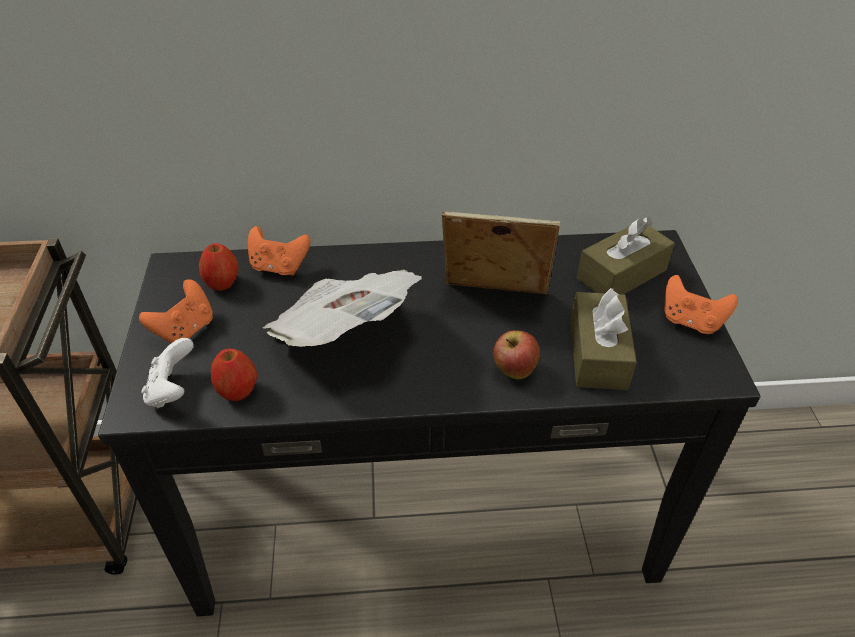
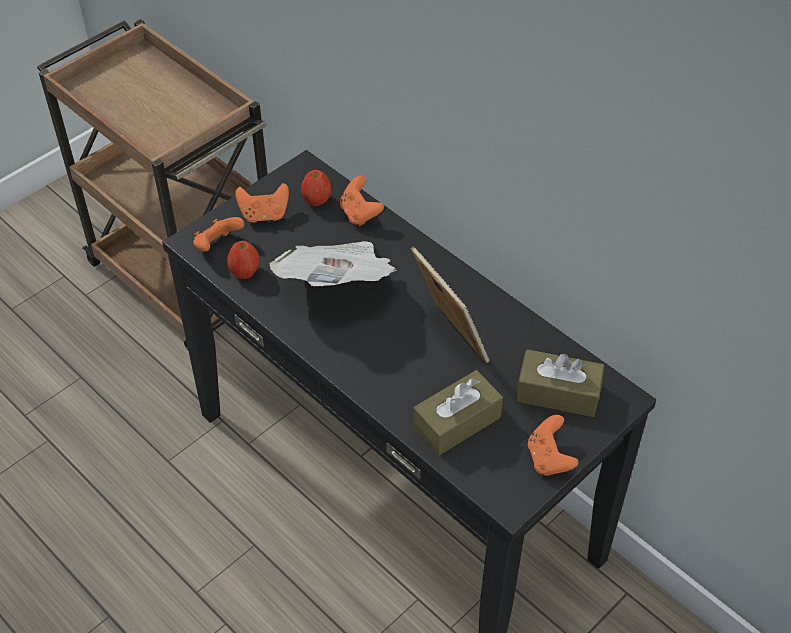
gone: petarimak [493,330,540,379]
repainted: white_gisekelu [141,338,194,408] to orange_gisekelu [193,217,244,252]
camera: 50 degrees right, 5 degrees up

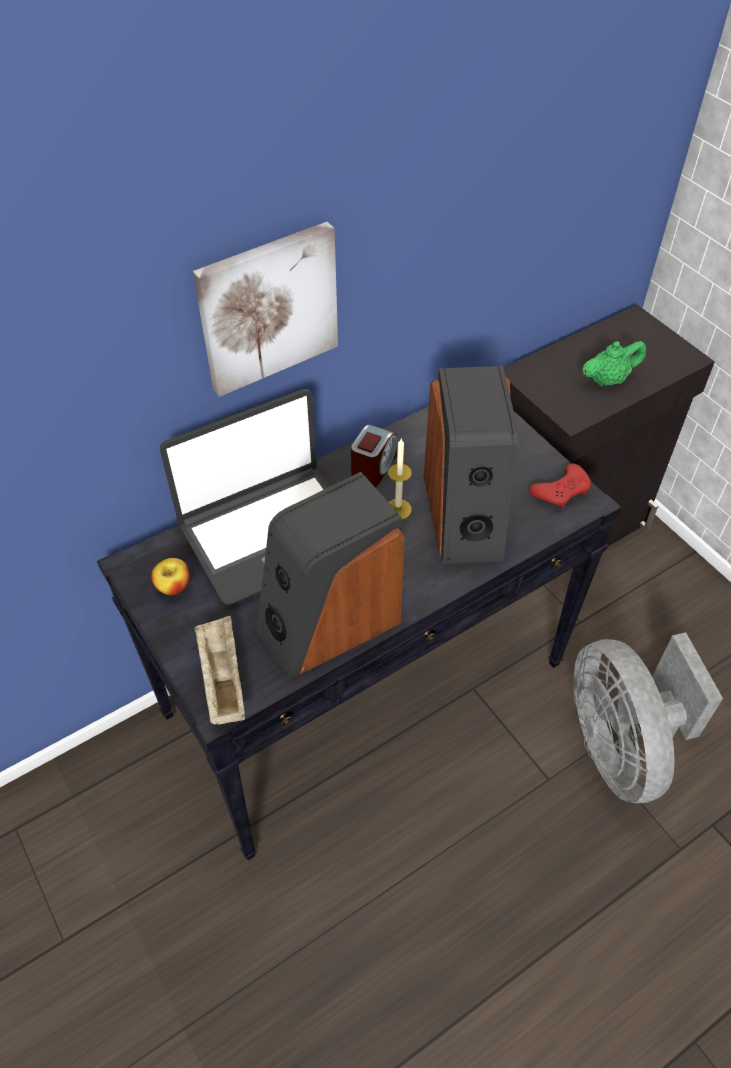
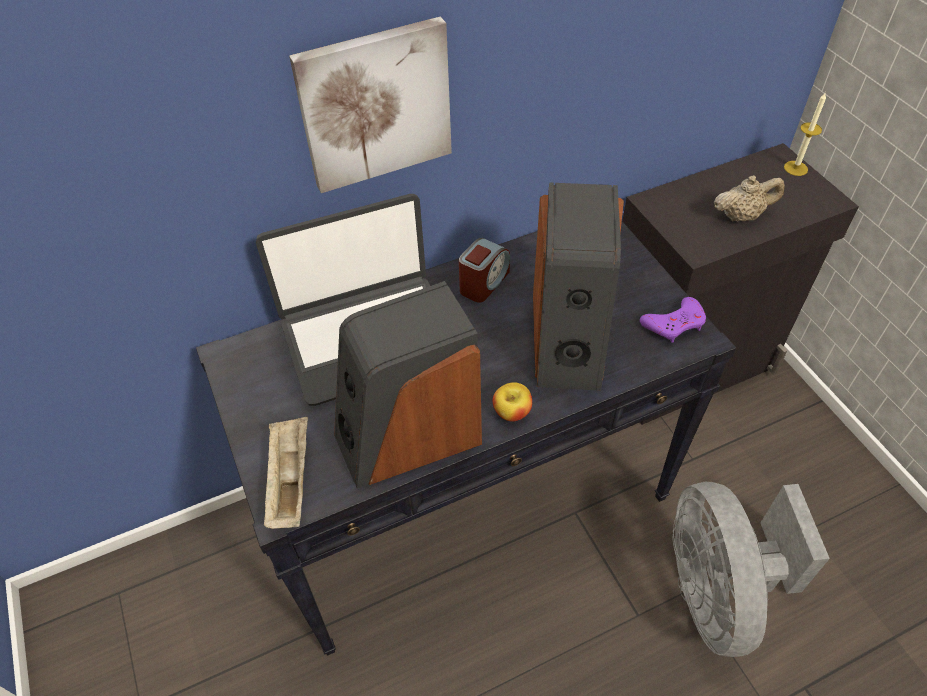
shifted: petarimak [151,558,190,595] to [493,382,532,422]; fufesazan [388,439,412,519] to [784,92,826,176]
repainted: red_gisekelu [529,463,591,509] to purple_gisekelu [640,297,706,342]; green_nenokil [582,341,646,386] to beige_nenokil [714,175,785,221]
camera: 10 degrees right, 0 degrees up

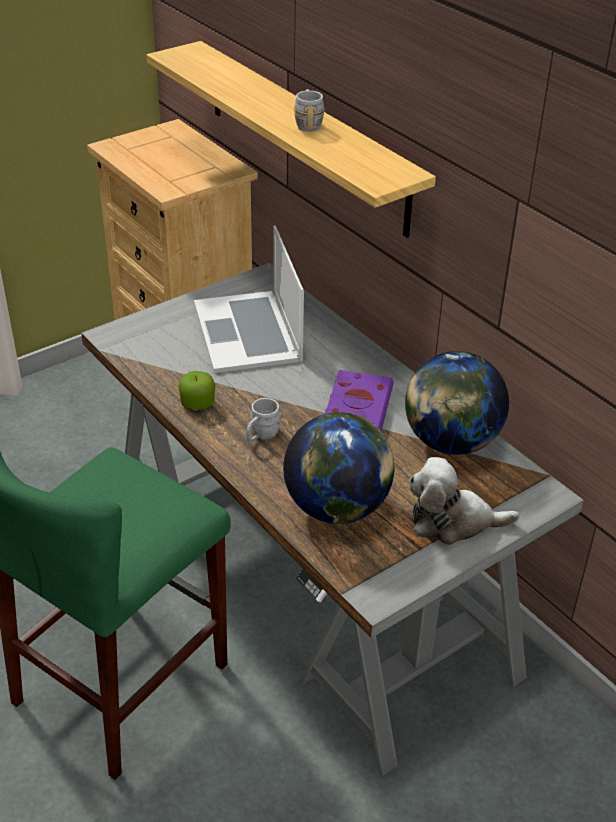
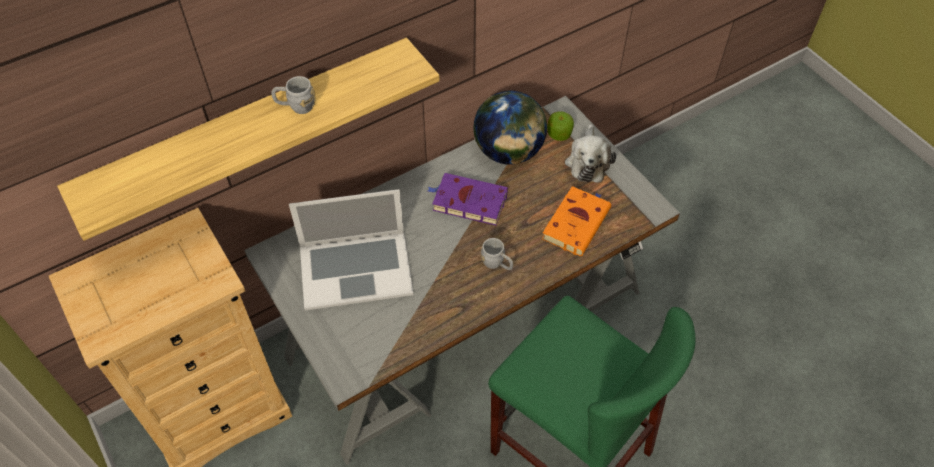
shifted: petarimak [179,371,215,410] to [547,111,574,141]
swapped: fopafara [283,412,394,524] to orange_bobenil [542,186,611,256]
camera: 85 degrees left, 15 degrees up

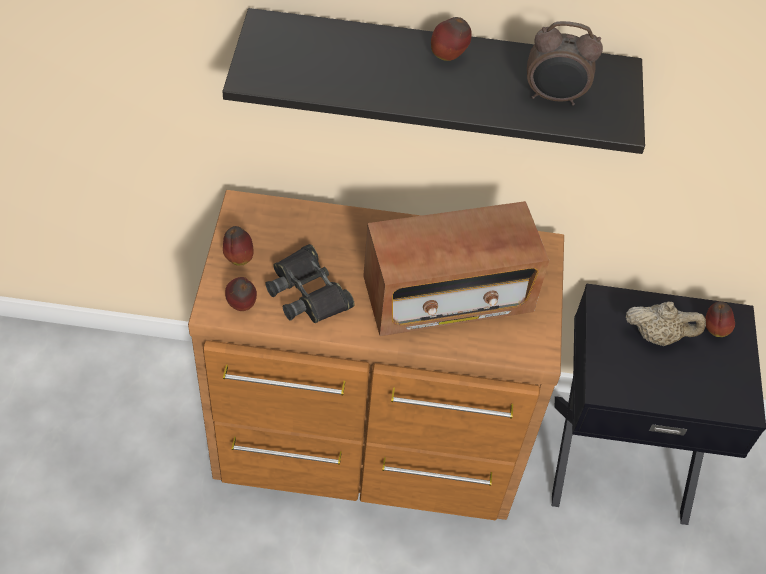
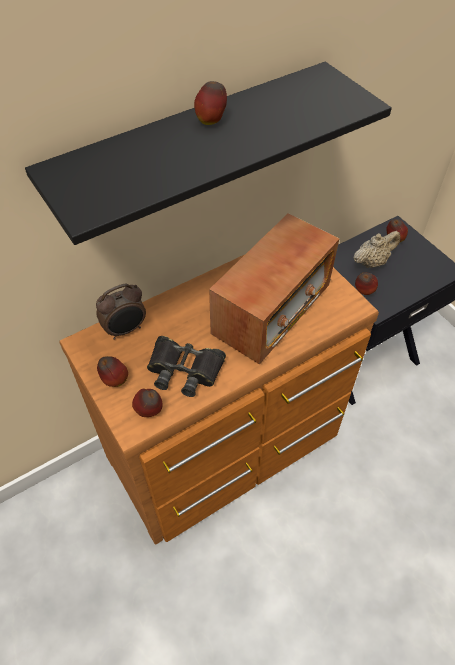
new: petarimak [355,272,378,295]
shifted: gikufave [527,21,603,106] to [96,284,146,340]
camera: 35 degrees left, 0 degrees up

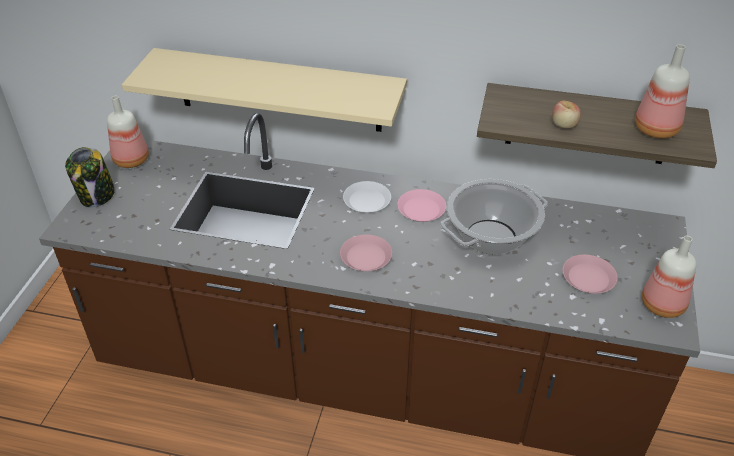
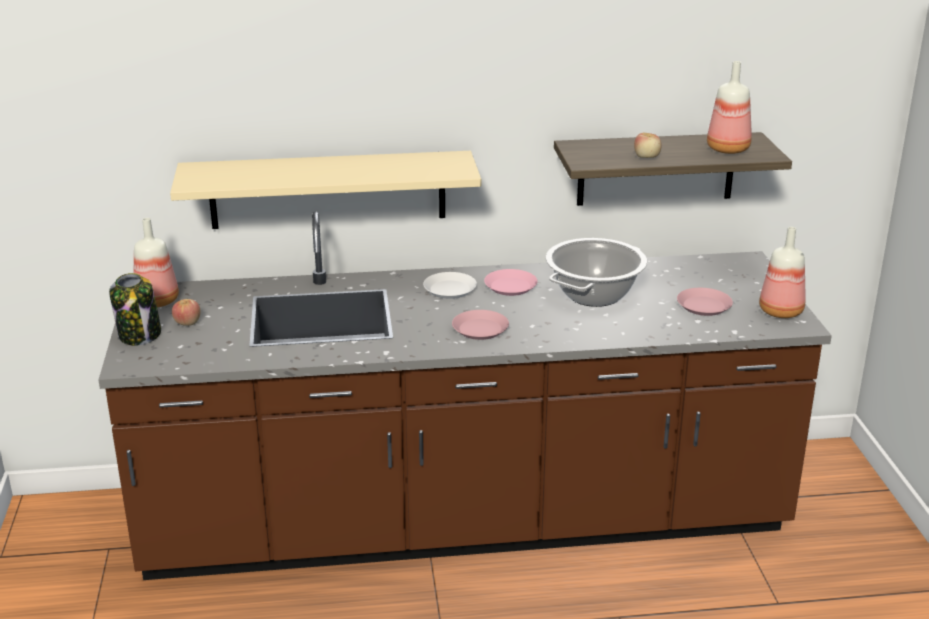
new: petarimak [172,299,201,326]
camera: 20 degrees left, 15 degrees down

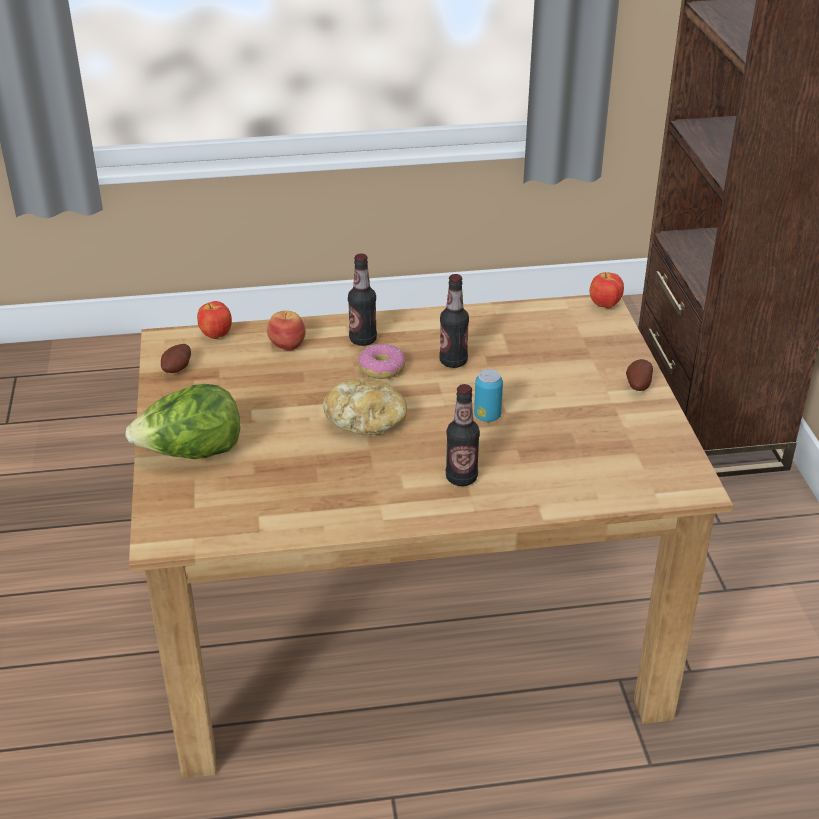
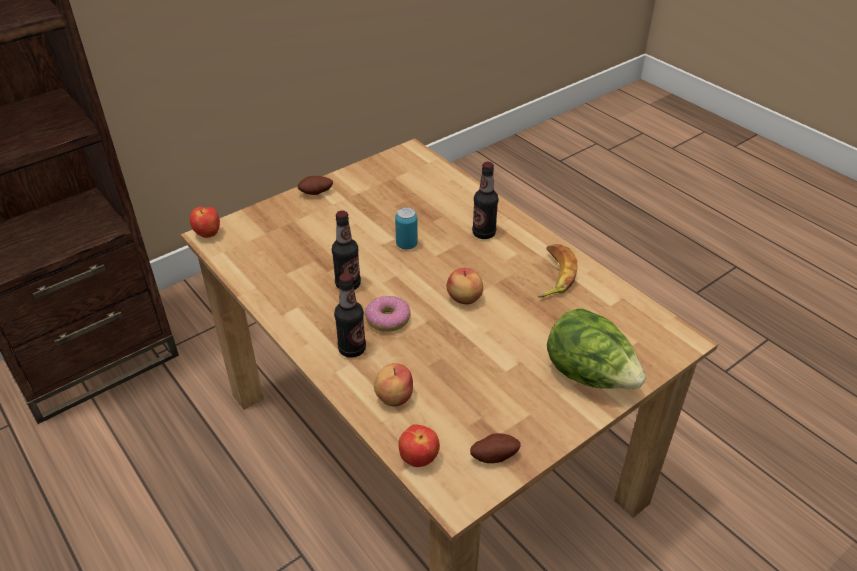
new: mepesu [538,244,578,298]
swapped: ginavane [323,378,407,435] to petarimak [447,268,483,304]
camera: 120 degrees left, 5 degrees up

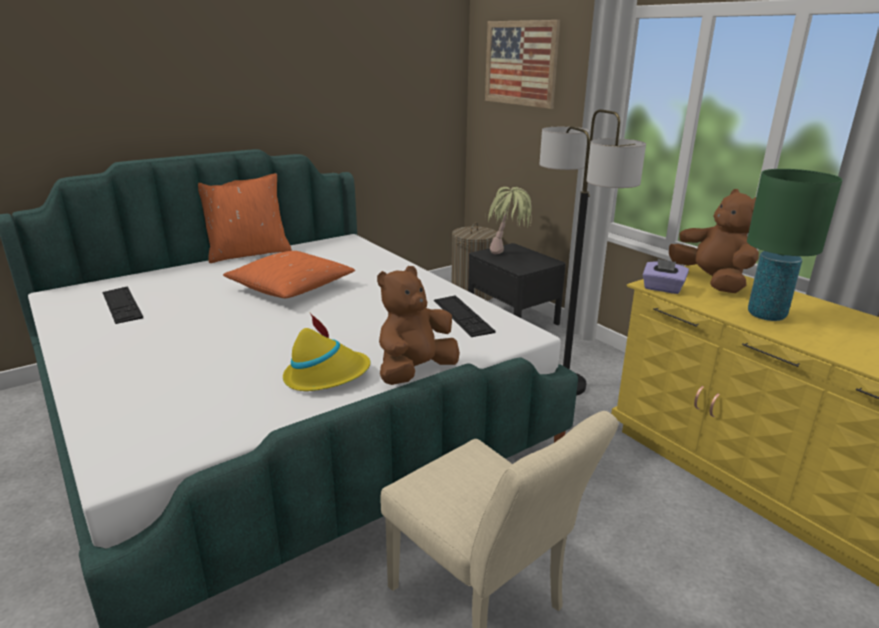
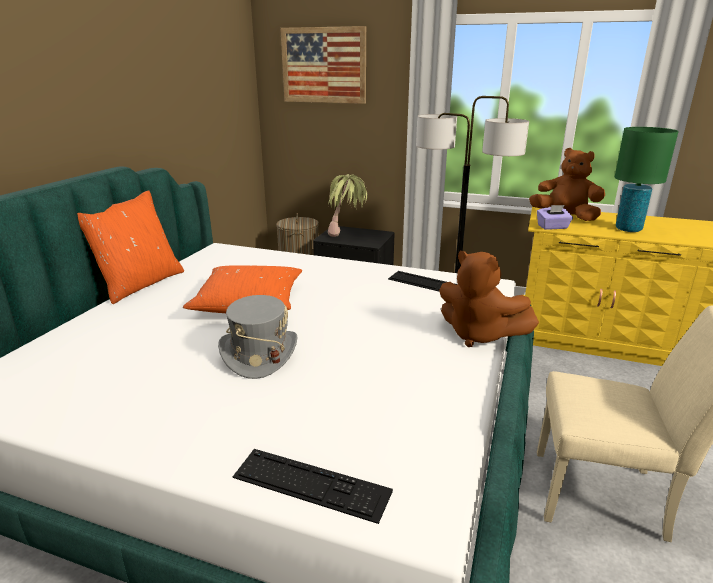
gone: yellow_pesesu [283,313,370,391]
new: grey_pesesu [218,295,297,379]
shifted: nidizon [102,286,143,324] to [233,449,393,524]
rotated: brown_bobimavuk [377,266,460,385] = [439,250,539,347] 60 degrees counterclockwise
camera: 35 degrees left, 0 degrees up

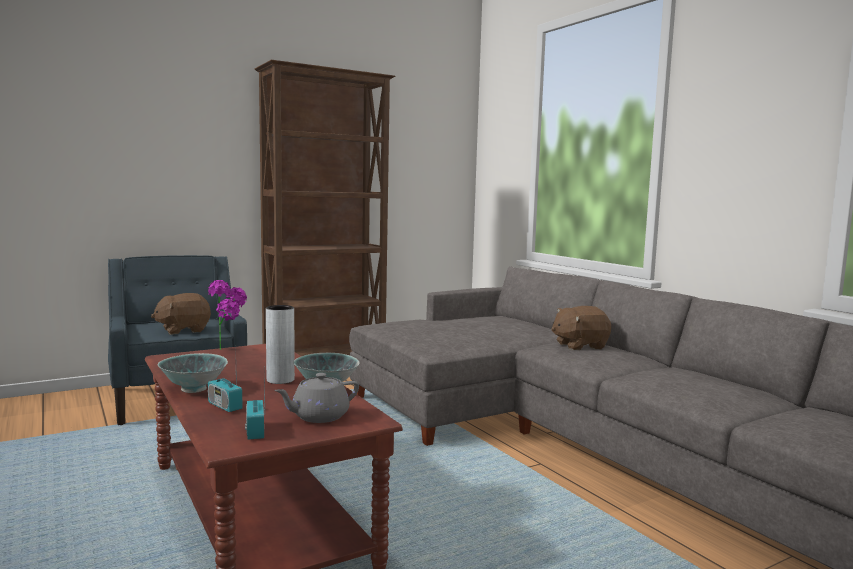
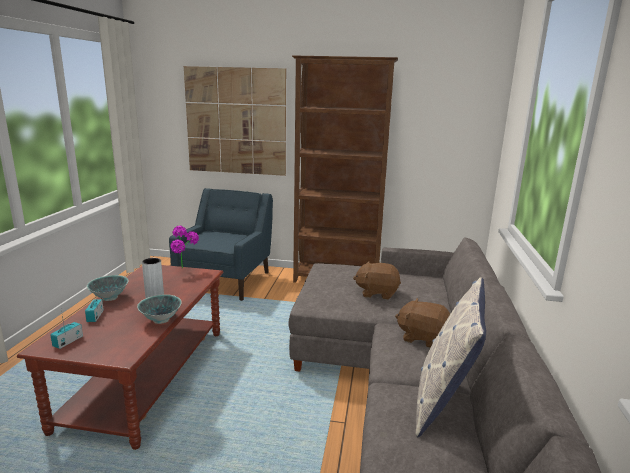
gone: grey_nenokil [274,373,359,423]
new: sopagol [184,66,286,176]; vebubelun [415,277,486,438]
shifted: brown_bobimavuk [151,293,211,335] to [353,261,401,299]
camera: 40 degrees right, 10 degrees up

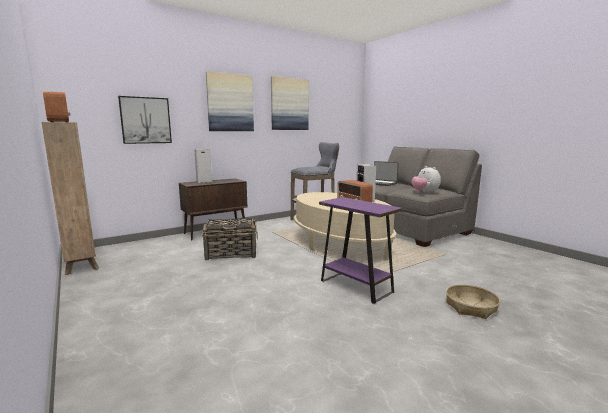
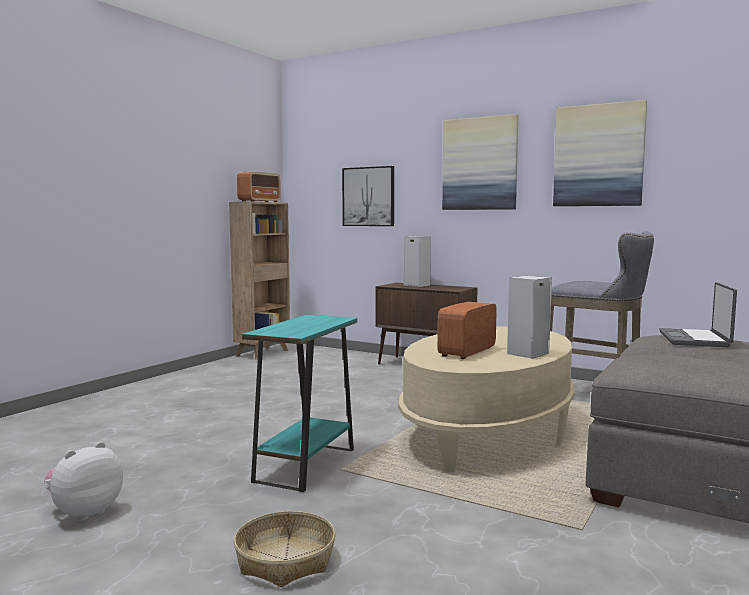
gone: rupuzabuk [202,218,258,260]
shifted: bobimavuk [411,166,441,193] to [44,441,123,522]
repainted: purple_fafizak [319,197,403,304] to turquoise_fafizak [242,315,357,492]
camera: 65 degrees right, 5 degrees down

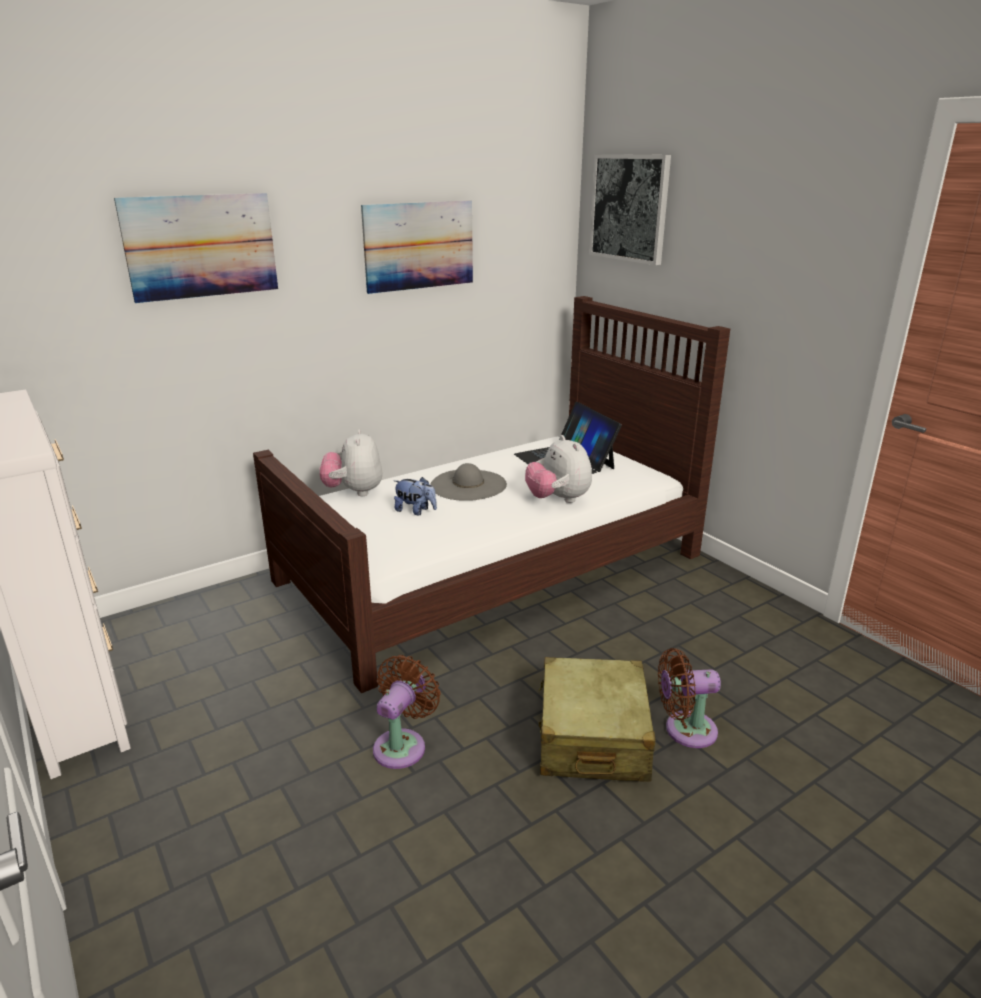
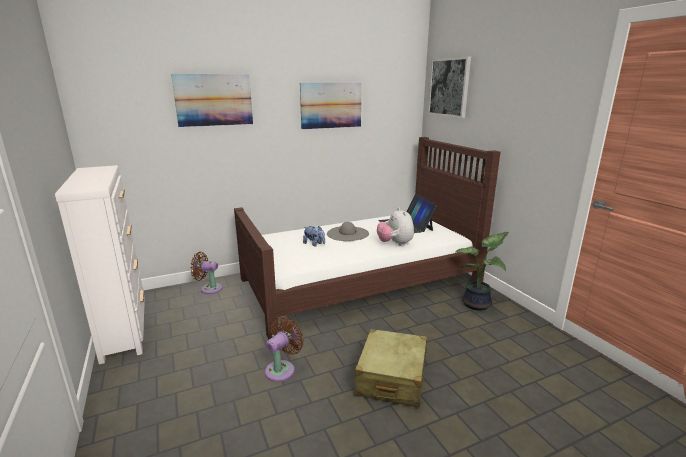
gone: bobimavuk [319,429,382,496]
new: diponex [455,232,509,310]
shifted: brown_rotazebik [658,648,721,748] to [190,252,223,294]
camera: 10 degrees right, 5 degrees down

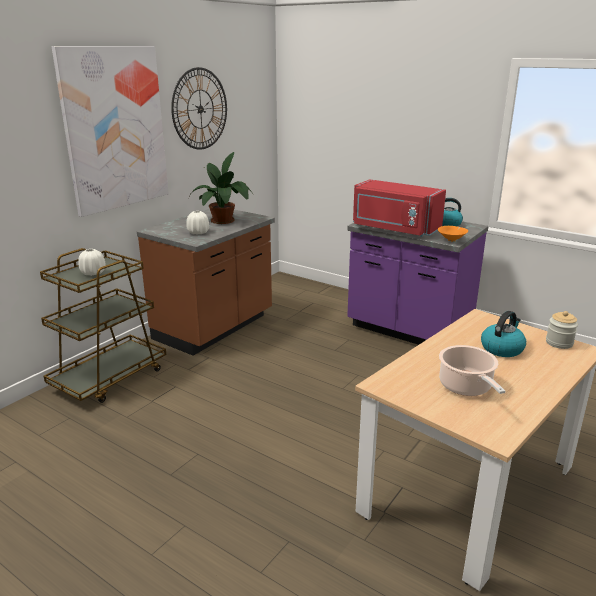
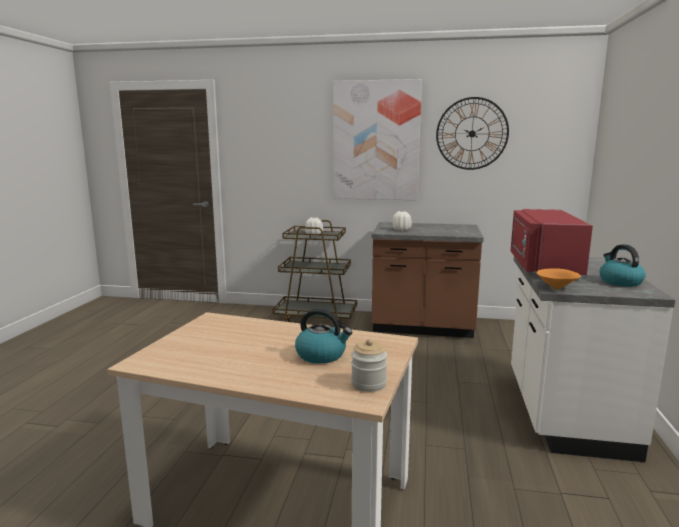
gone: diponex [188,152,254,224]; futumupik [439,345,505,396]
repainted: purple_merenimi [347,221,489,345] to white_merenimi [511,256,675,462]
camera: 65 degrees right, 10 degrees down

